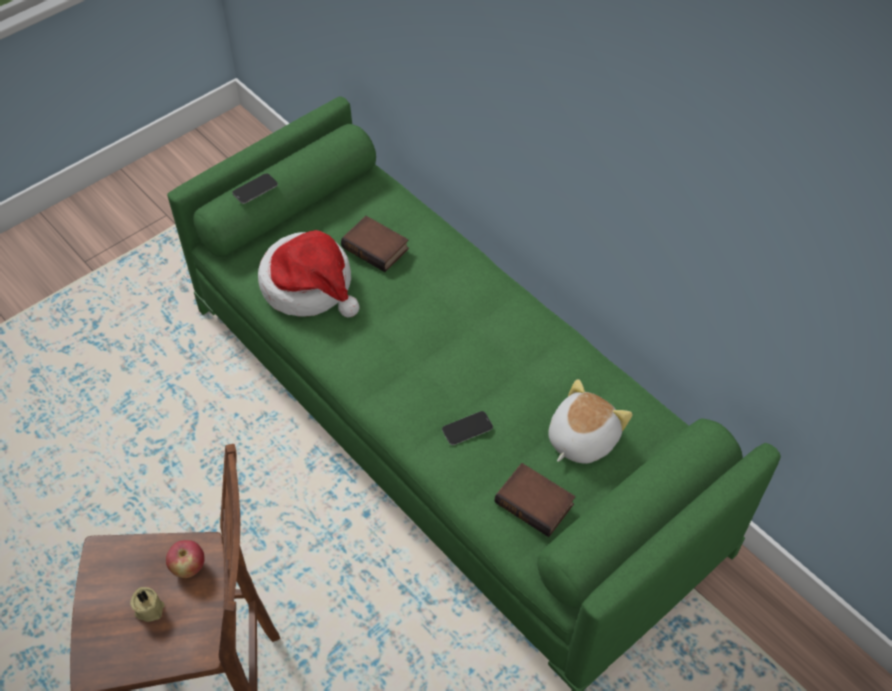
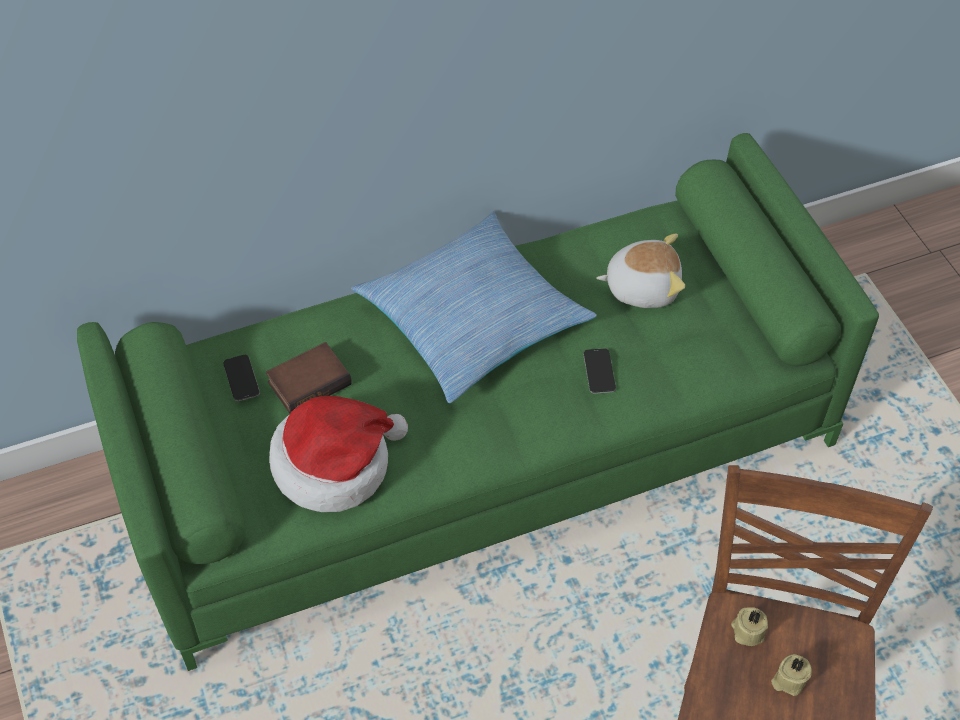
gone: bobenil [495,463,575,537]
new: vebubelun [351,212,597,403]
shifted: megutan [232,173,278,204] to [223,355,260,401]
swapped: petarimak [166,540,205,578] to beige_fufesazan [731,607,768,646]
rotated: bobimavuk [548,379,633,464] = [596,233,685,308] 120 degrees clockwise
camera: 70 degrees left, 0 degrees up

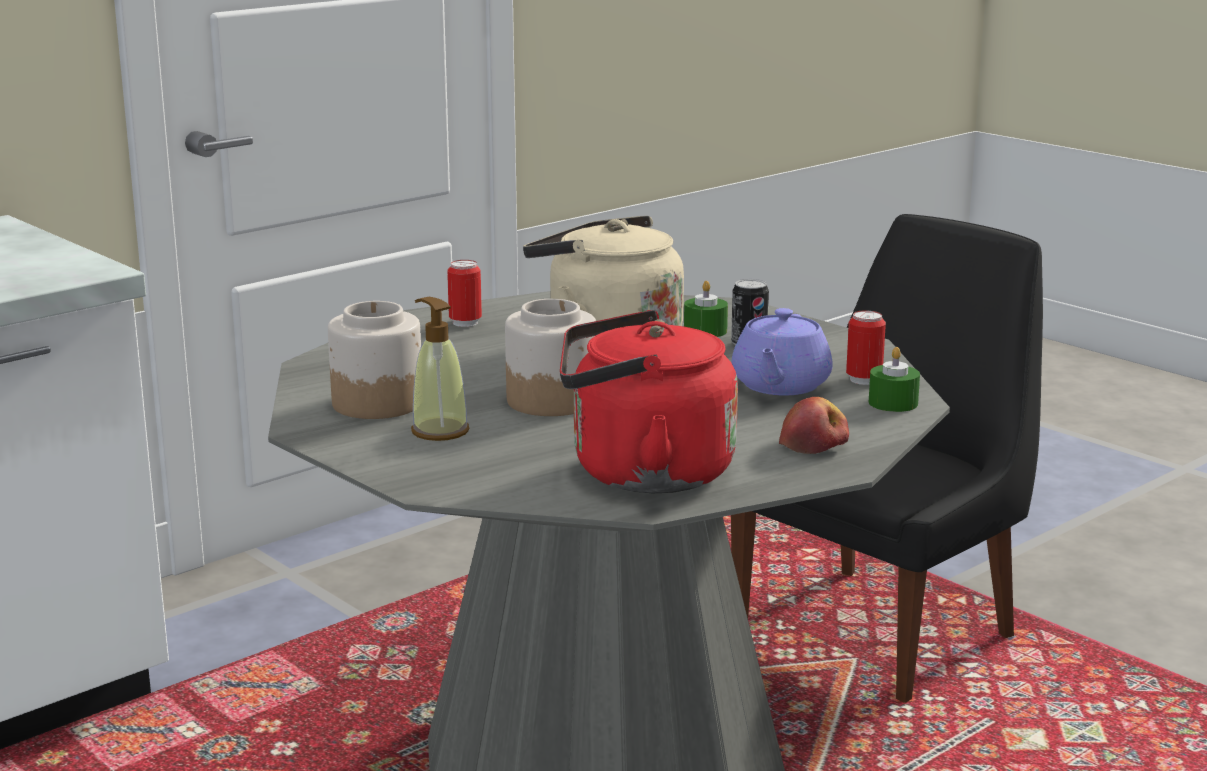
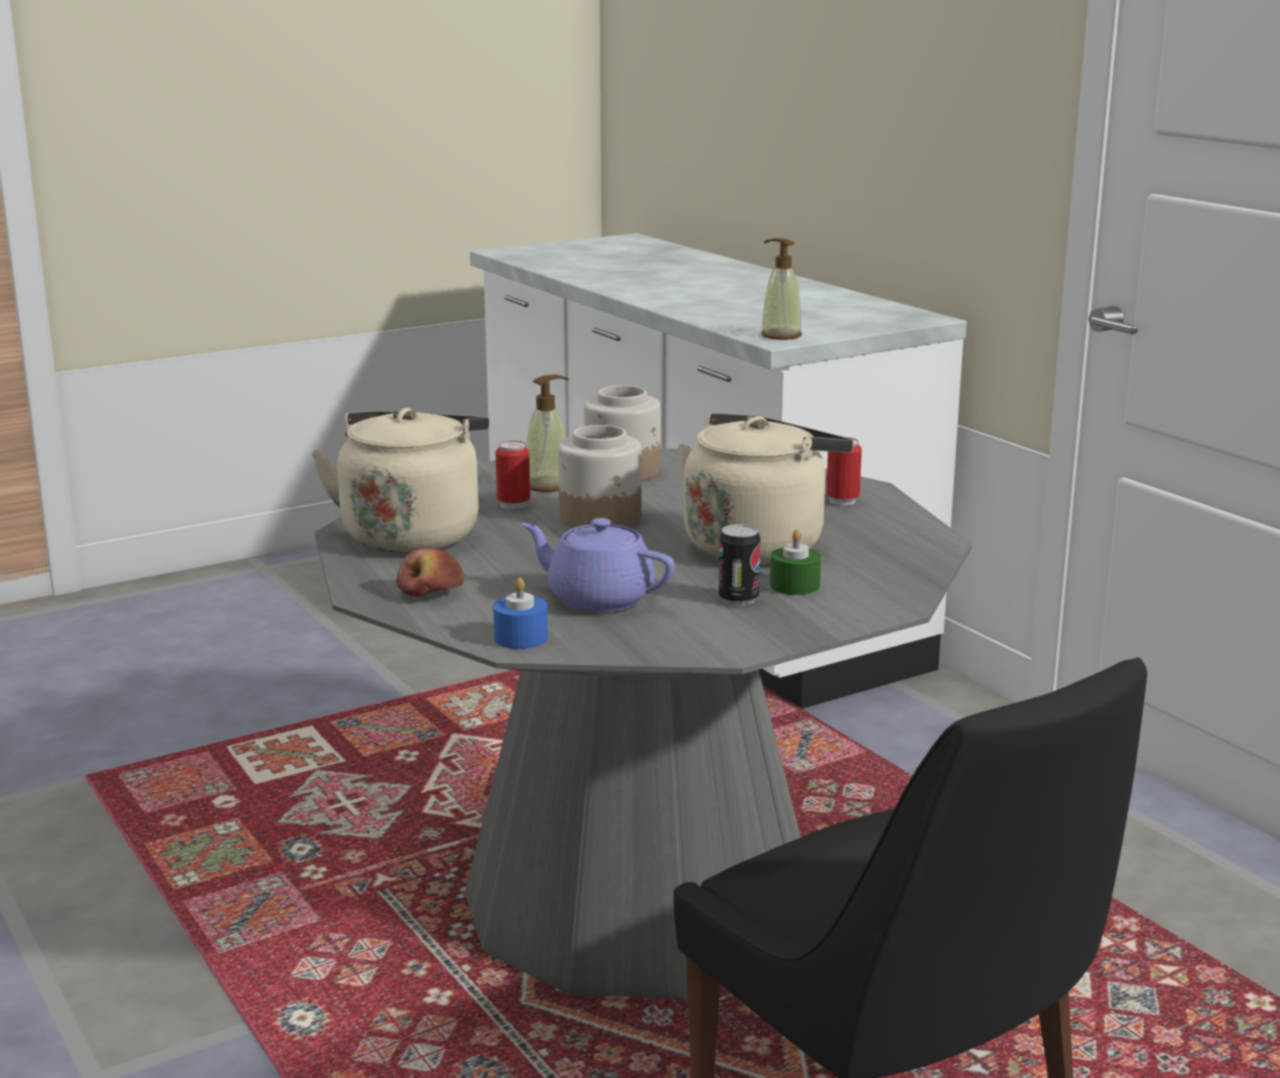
new: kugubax [761,238,802,340]
shifted: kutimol [846,310,886,385] to [495,441,530,509]
repainted: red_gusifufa [560,310,738,493] to beige_gusifufa [311,408,489,553]; green_fufesazan [869,347,920,412] to blue_fufesazan [493,578,548,649]
camera: 100 degrees right, 0 degrees up

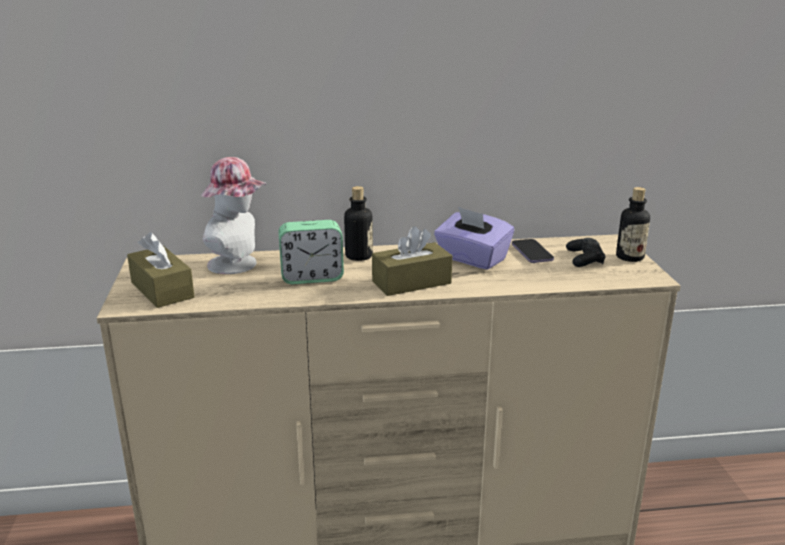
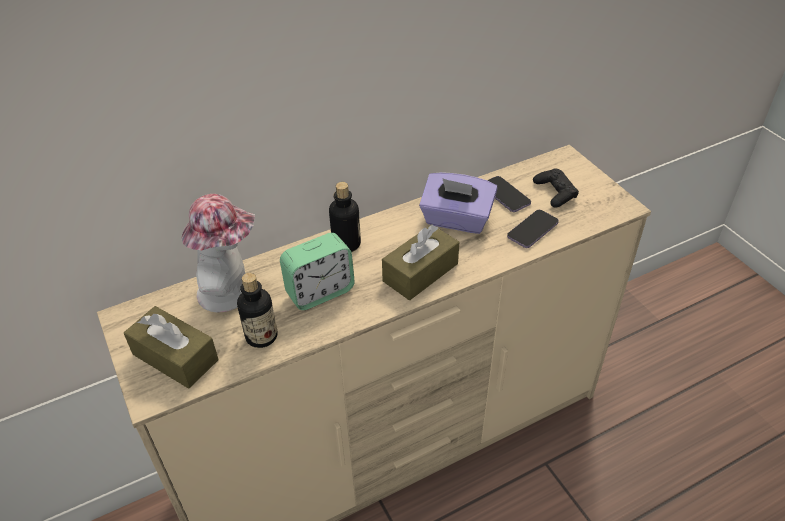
new: megutan [507,210,559,248]
shifted: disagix [616,187,650,262] to [237,273,277,348]
camera: 20 degrees left, 20 degrees up

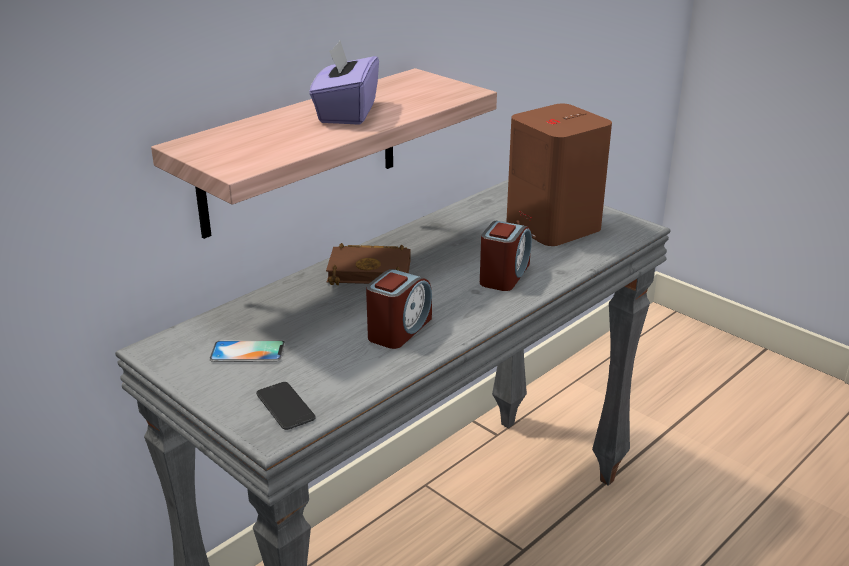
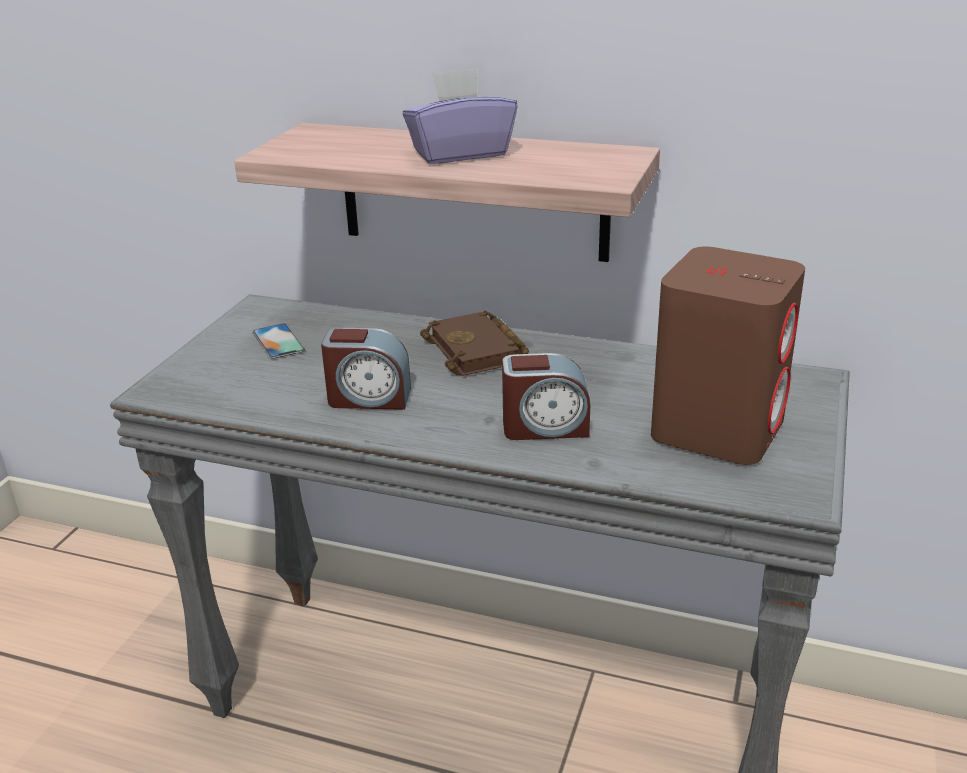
gone: megutan [256,382,316,430]
camera: 65 degrees right, 0 degrees up

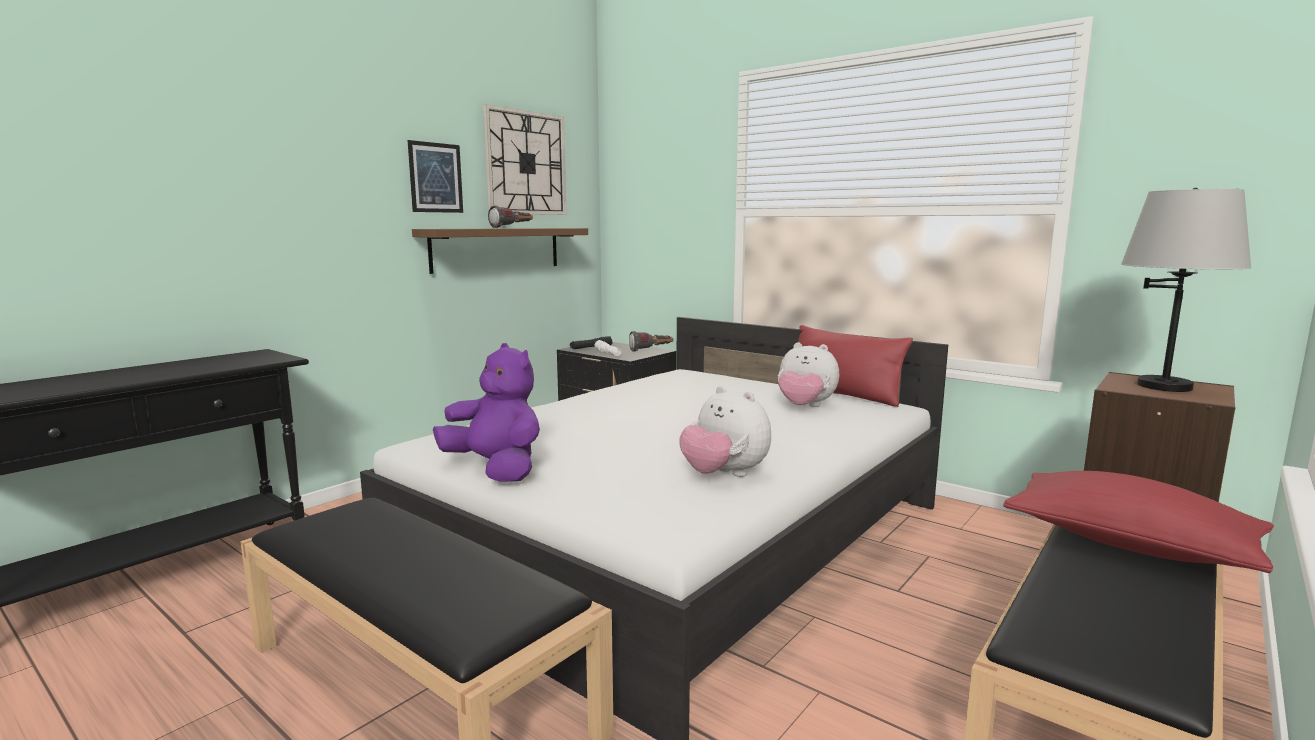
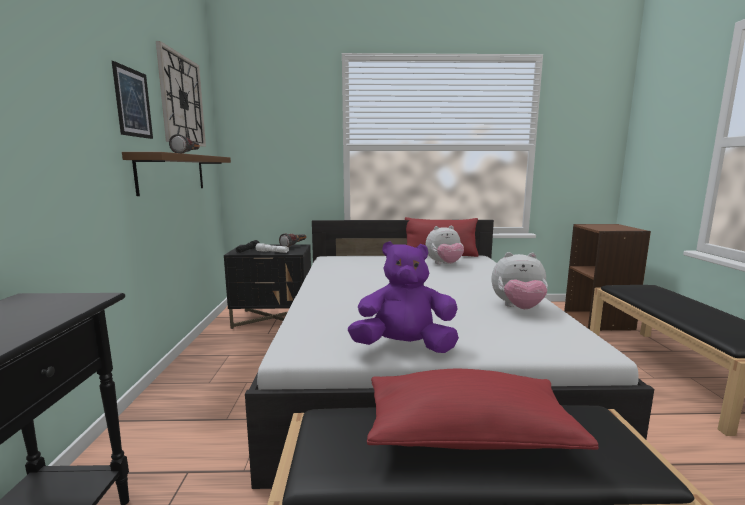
gone: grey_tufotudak [1121,188,1251,392]
shifted: red_vebubelun [1003,471,1274,573] to [367,369,599,450]
camera: 40 degrees left, 0 degrees up

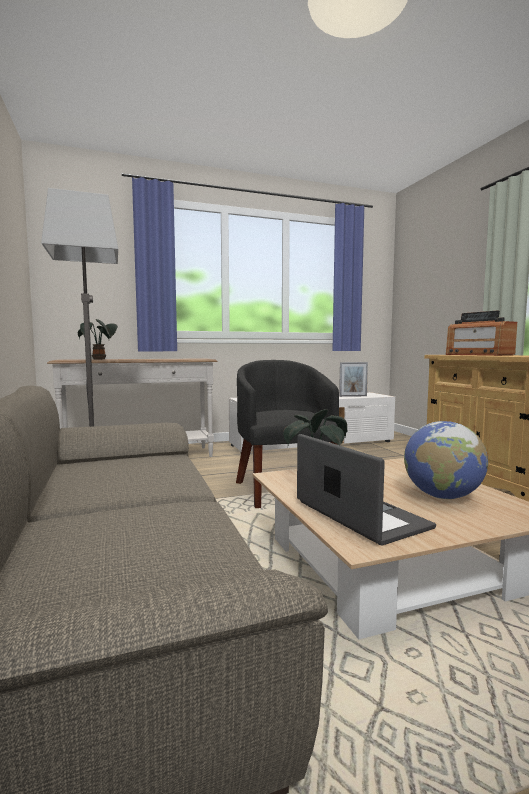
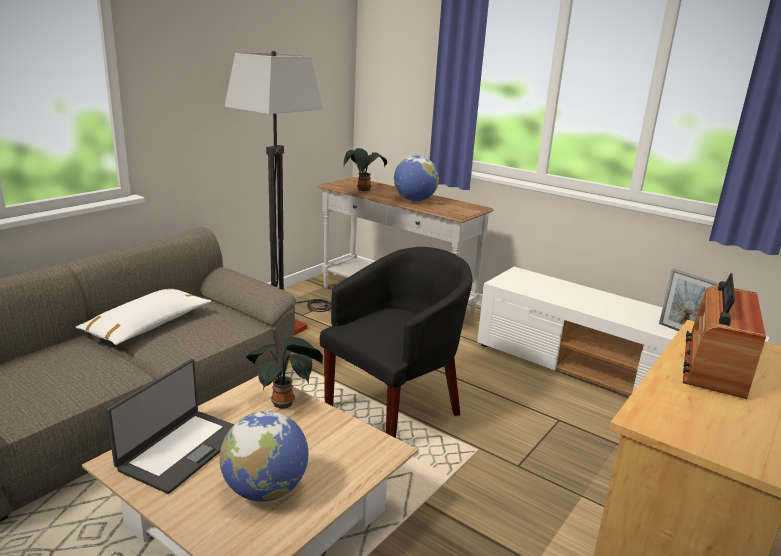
new: white_vebubelun [75,288,211,345]; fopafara [394,155,439,201]
camera: 55 degrees right, 15 degrees up

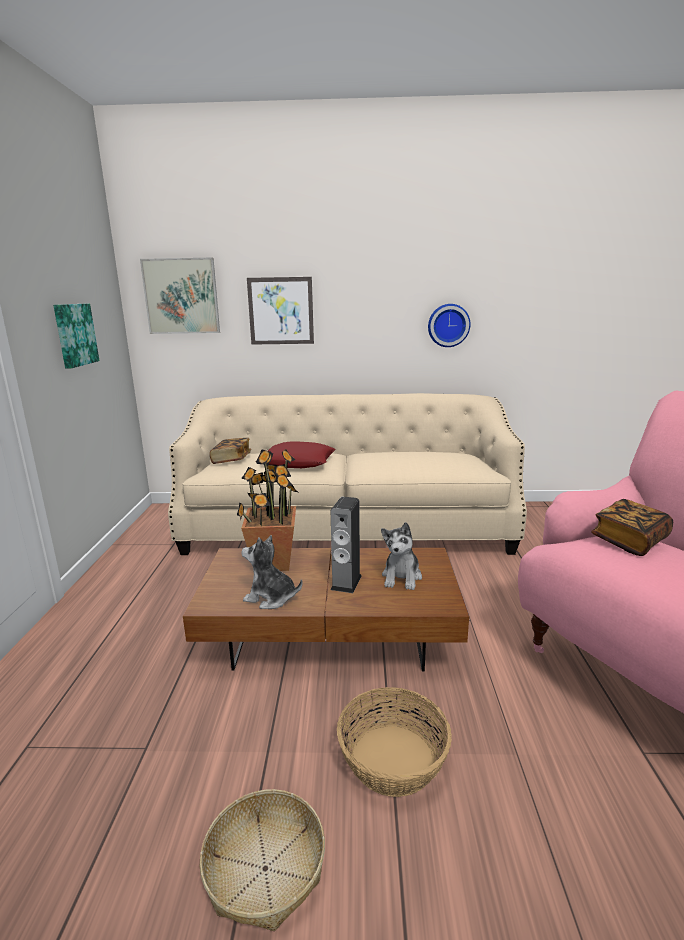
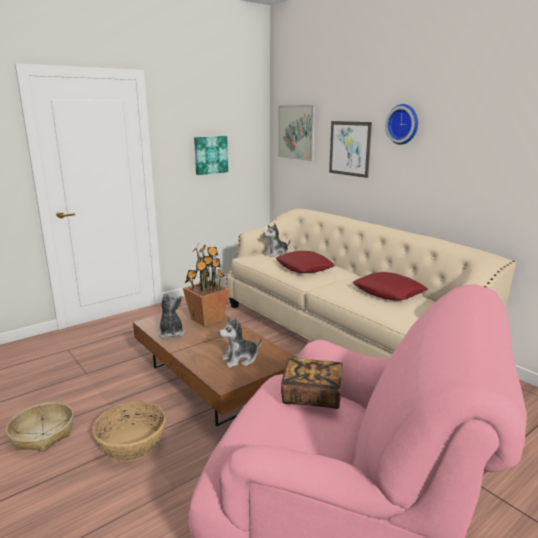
gone: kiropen [331,497,362,593]
new: red_vebubelun [353,272,428,301]
shifted: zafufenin [428,304,471,347] to [385,104,418,145]
swapped: bobenil [210,438,251,464] to bobimavuk [263,223,291,257]
camera: 50 degrees right, 0 degrees up

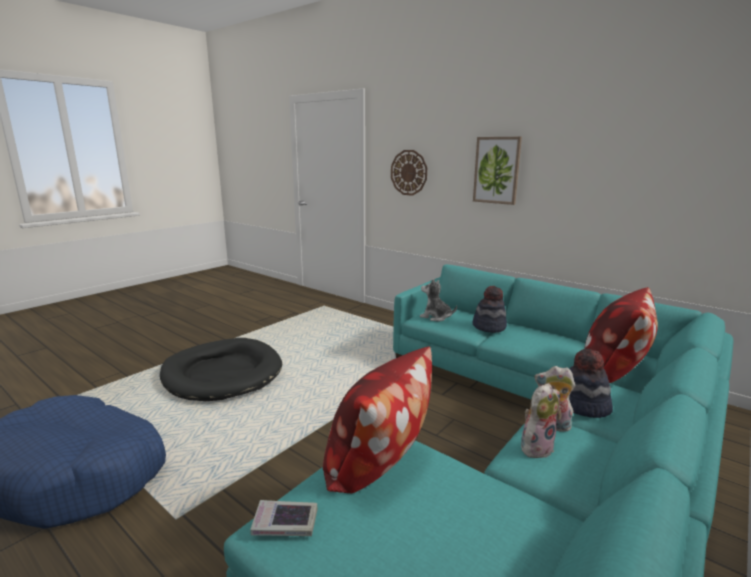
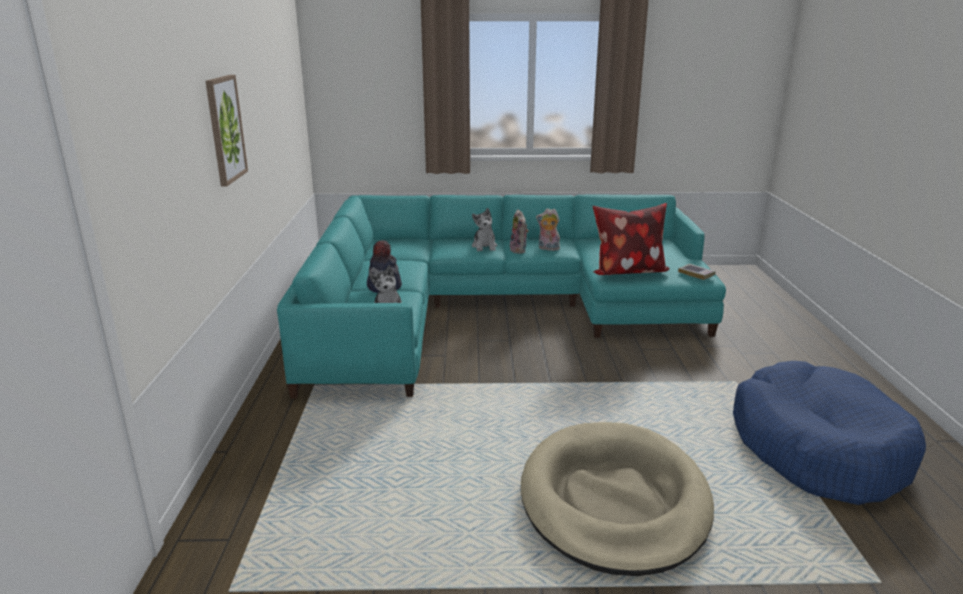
gone: zafufenin [391,150,427,196]; vebubelun [585,287,658,383]
swapped: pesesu [569,349,613,418] to bobimavuk [472,208,497,251]
repainted: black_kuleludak [160,338,282,401] to beige_kuleludak [521,422,714,576]
camera: 130 degrees left, 5 degrees up

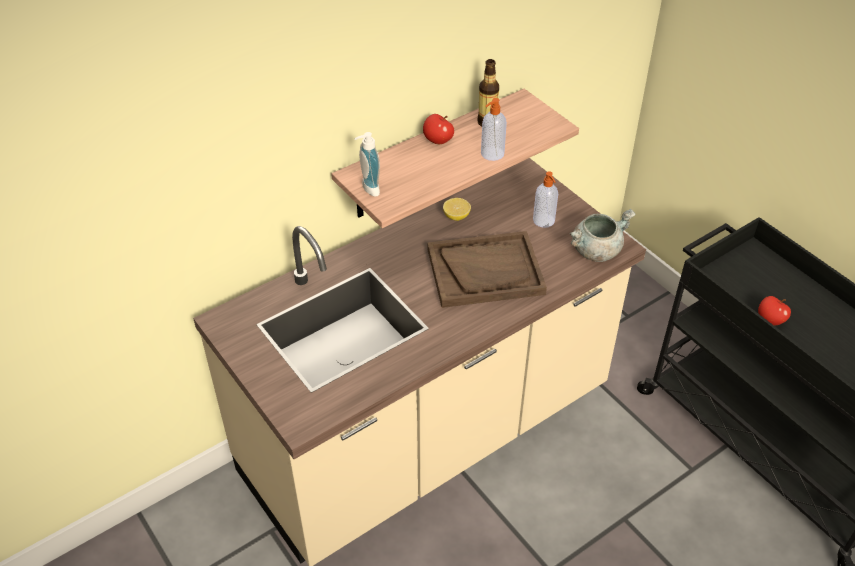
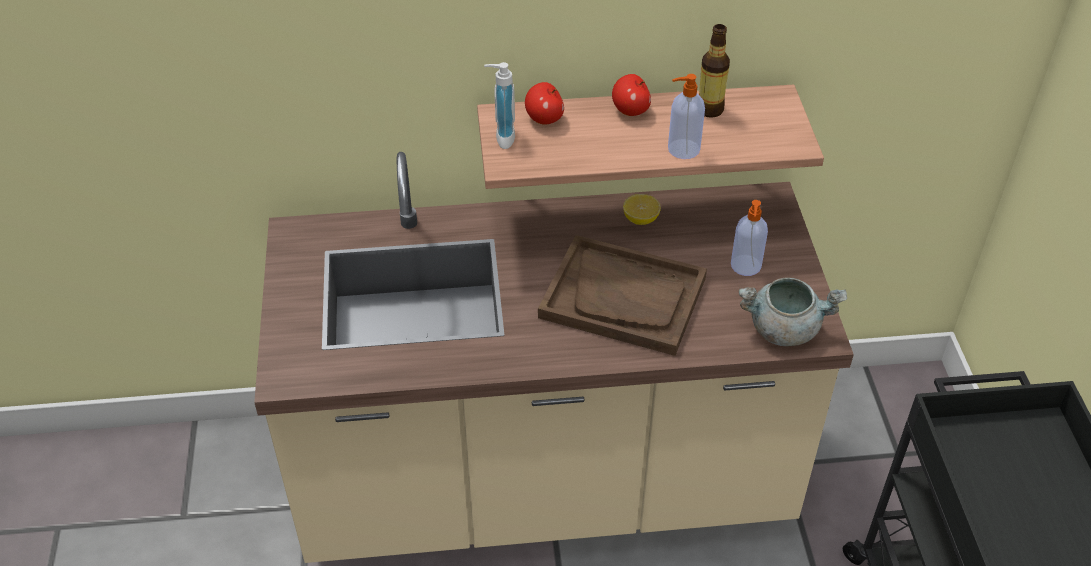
shifted: petarimak [758,296,791,325] to [525,82,564,125]
camera: 30 degrees right, 0 degrees up

